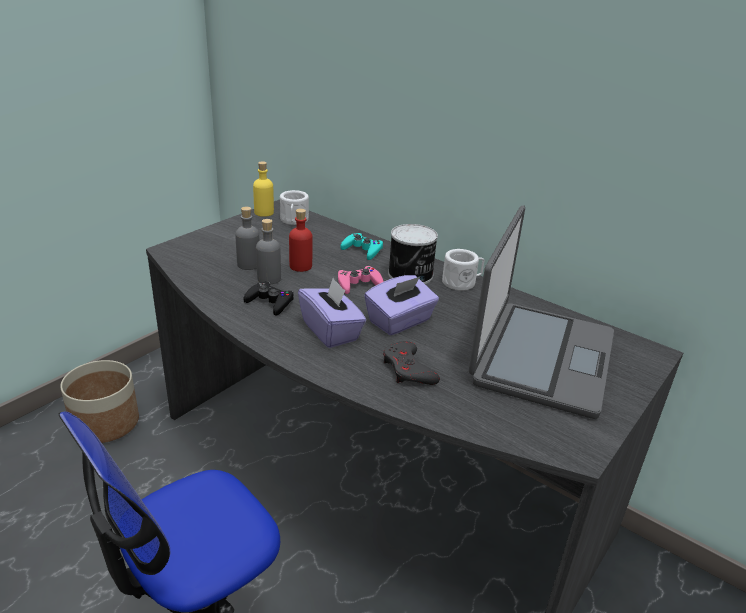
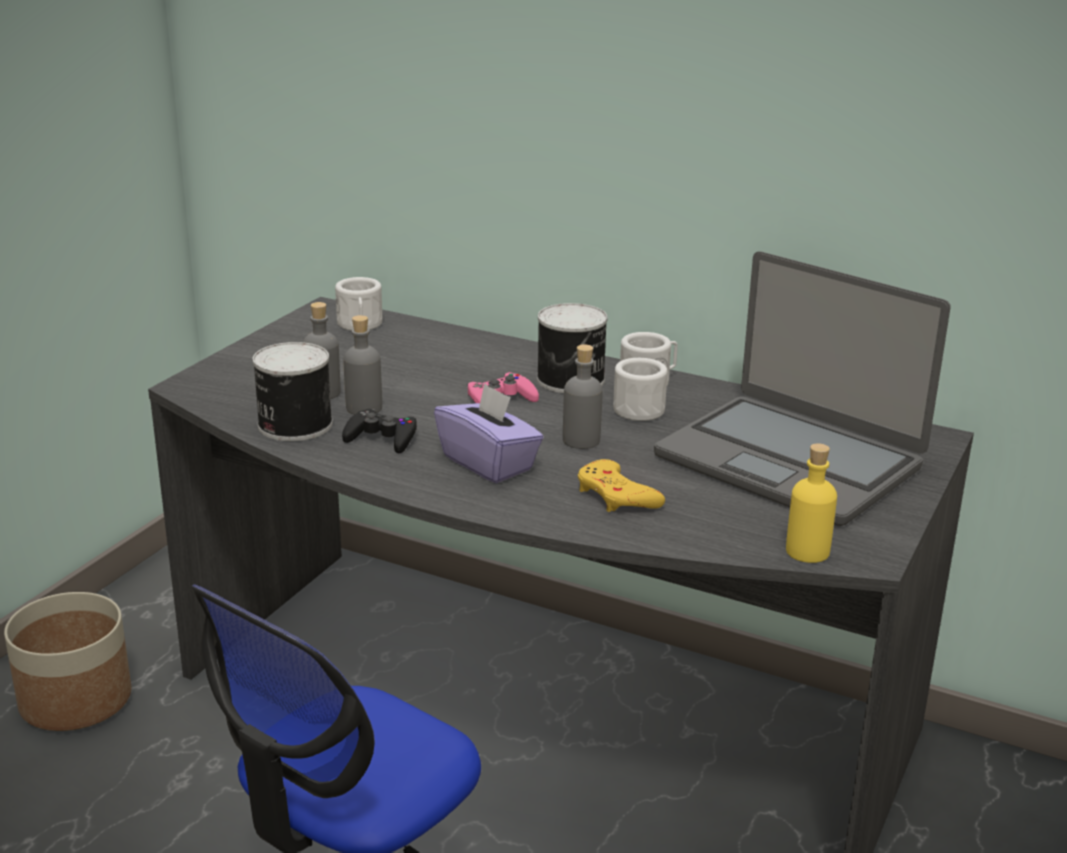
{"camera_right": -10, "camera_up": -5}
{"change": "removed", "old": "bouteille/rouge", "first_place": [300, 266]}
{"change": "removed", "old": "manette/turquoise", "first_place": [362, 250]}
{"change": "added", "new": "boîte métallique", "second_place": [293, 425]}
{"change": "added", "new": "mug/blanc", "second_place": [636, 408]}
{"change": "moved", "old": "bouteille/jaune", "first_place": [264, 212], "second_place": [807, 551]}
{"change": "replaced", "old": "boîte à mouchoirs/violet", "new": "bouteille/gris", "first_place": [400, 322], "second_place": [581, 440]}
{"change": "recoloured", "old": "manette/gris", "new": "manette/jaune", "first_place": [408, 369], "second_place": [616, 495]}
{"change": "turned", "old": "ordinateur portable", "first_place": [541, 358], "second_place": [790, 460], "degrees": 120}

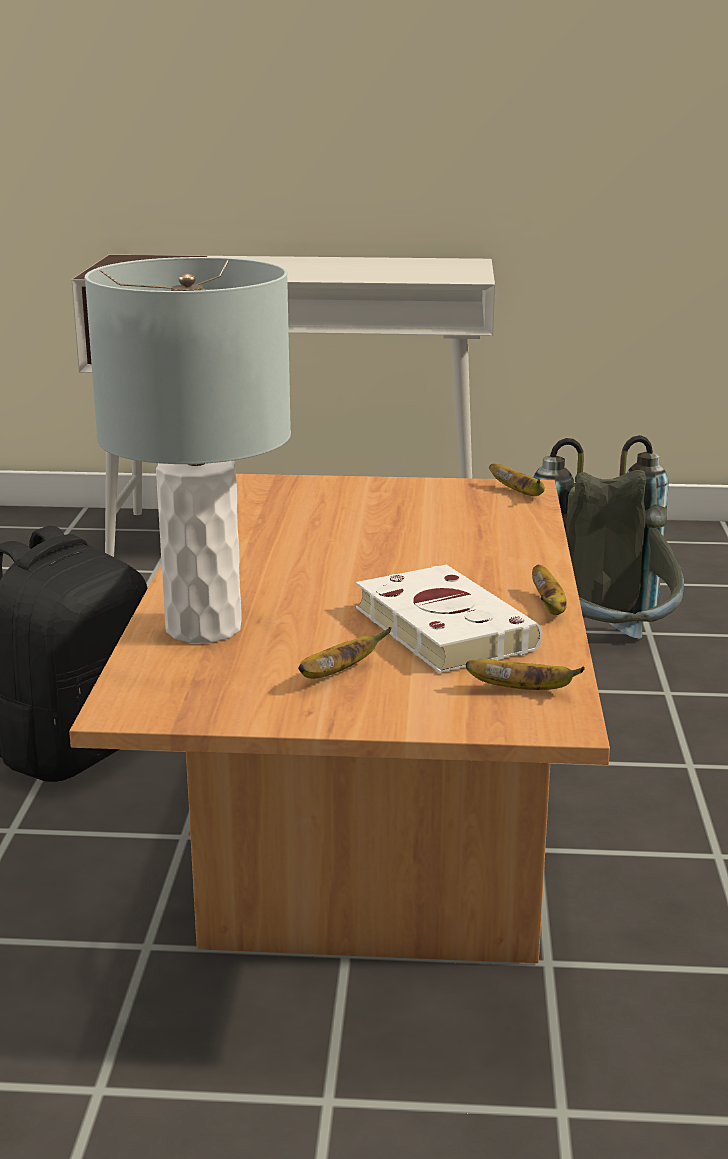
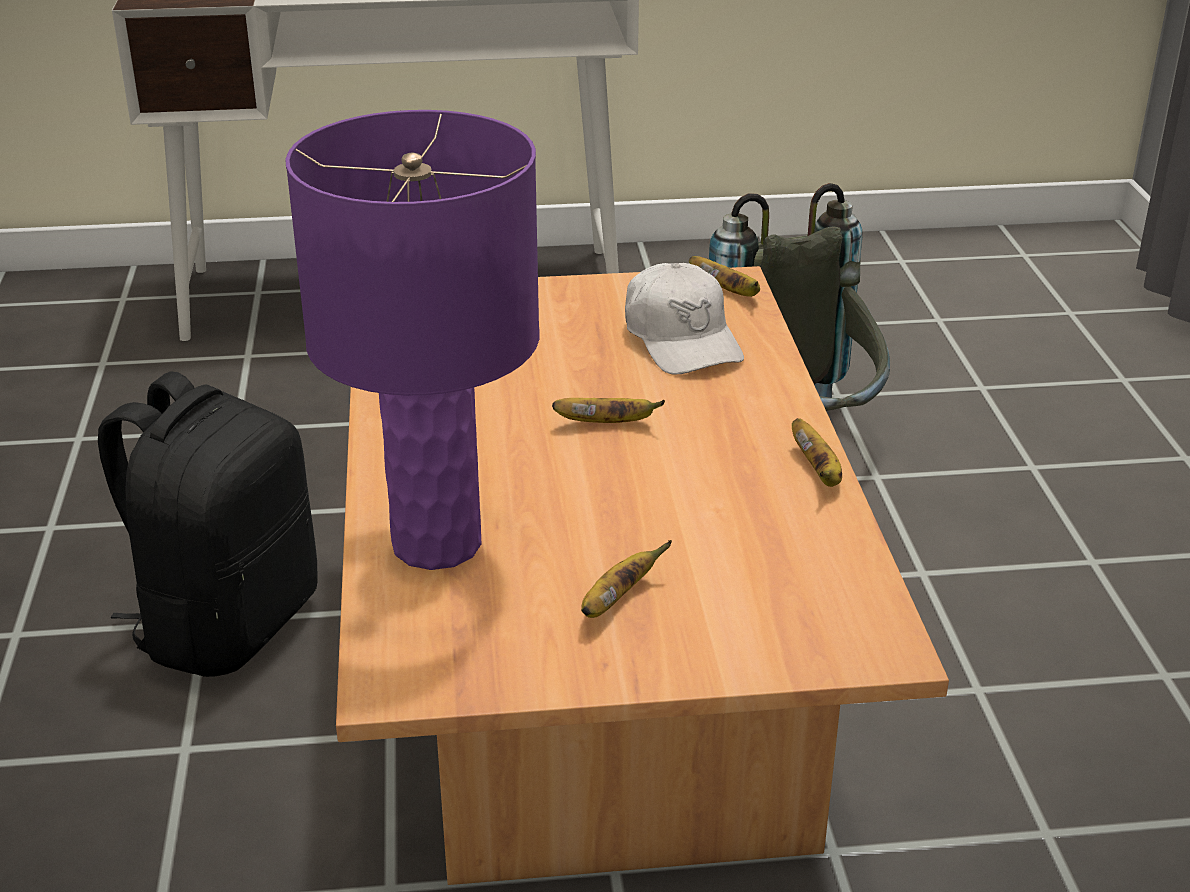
{"camera_right": -10, "camera_up": 10}
{"change": "removed", "old": "livre/blanc", "first_place": [440, 627]}
{"change": "added", "new": "casquette/blanc", "second_place": [682, 339]}
{"change": "moved", "old": "banane", "first_place": [523, 690], "second_place": [607, 424]}
{"change": "recoloured", "old": "lampe de table/gris", "new": "lampe de table/violet", "first_place": [203, 628], "second_place": [436, 545]}

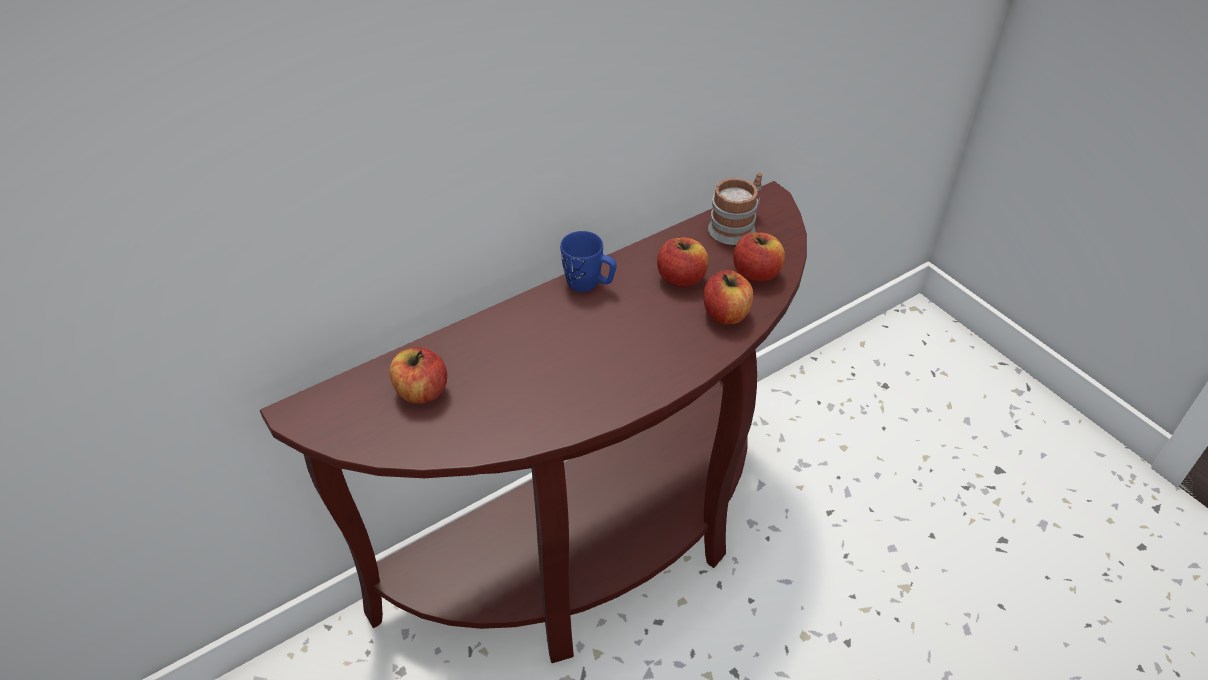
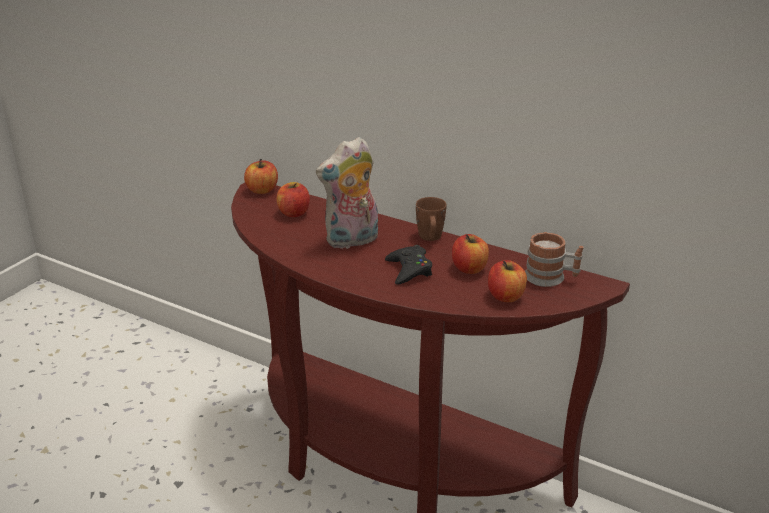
{"camera_right": 65, "camera_up": -15}
{"change": "added", "new": "peluche", "second_place": [352, 241]}
{"change": "added", "new": "manette/noir", "second_place": [409, 270]}
{"change": "moved", "old": "pomme", "first_place": [726, 314], "second_place": [262, 190]}
{"change": "recoloured", "old": "mug/bleu", "new": "mug/marron", "first_place": [589, 284], "second_place": [430, 238]}

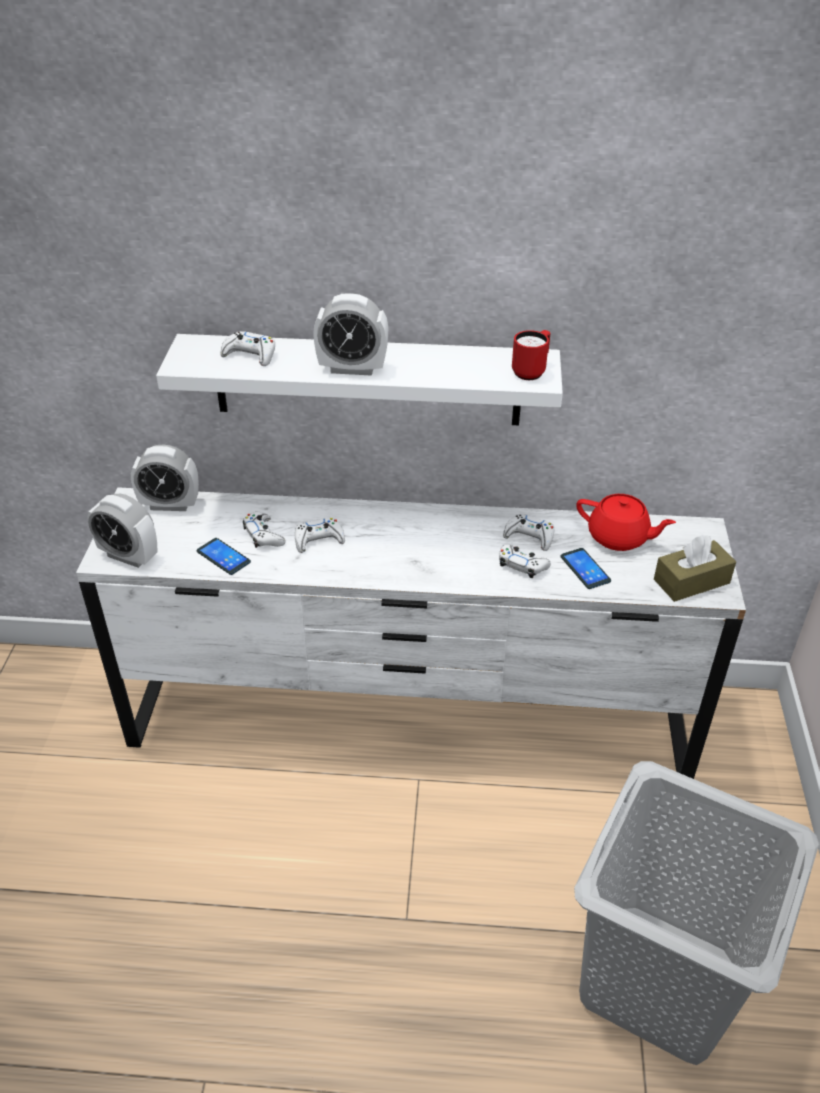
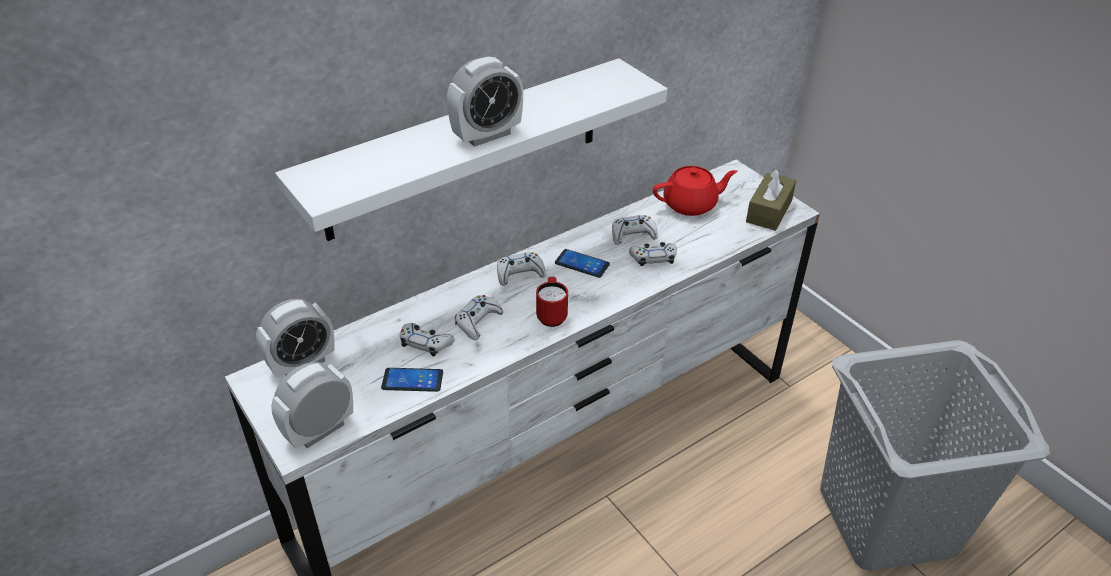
{"camera_right": -40, "camera_up": 0}
{"change": "moved", "old": "manette/blanc", "first_place": [250, 355], "second_place": [520, 273]}
{"change": "moved", "old": "mug/rouge", "first_place": [531, 371], "second_place": [551, 315]}
{"change": "moved", "old": "téléphone", "first_place": [585, 569], "second_place": [582, 264]}
{"change": "turned", "old": "réveil", "first_place": [129, 556], "second_place": [320, 430], "degrees": 150}

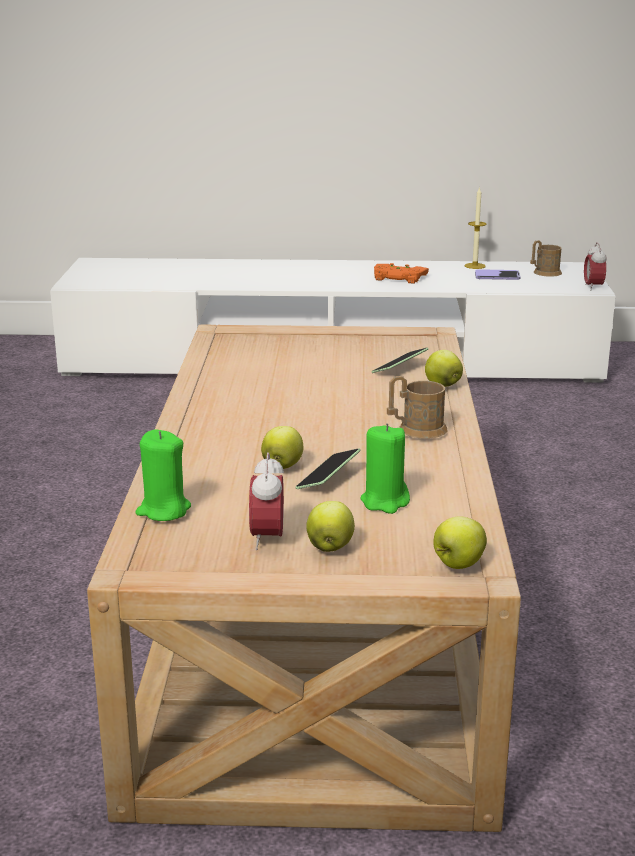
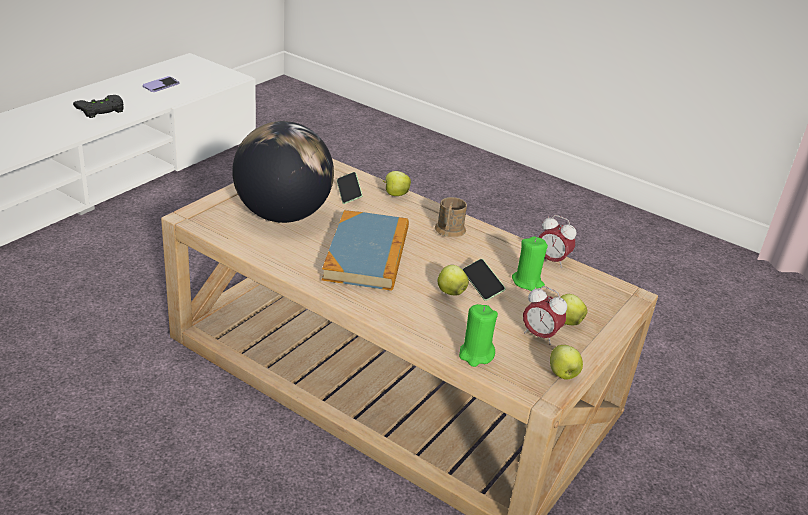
{"camera_right": -60, "camera_up": 10}
{"change": "removed", "old": "bougie", "first_place": [475, 266]}
{"change": "removed", "old": "mug/marron", "first_place": [544, 273]}
{"change": "added", "new": "globe", "second_place": [282, 215]}
{"change": "added", "new": "livre", "second_place": [367, 254]}
{"change": "moved", "old": "pomme", "first_place": [457, 565], "second_place": [563, 375]}
{"change": "moved", "old": "réveil", "first_place": [593, 287], "second_place": [552, 260]}
{"change": "recoloured", "old": "manette/orange", "new": "manette/noir", "first_place": [398, 278], "second_place": [101, 110]}

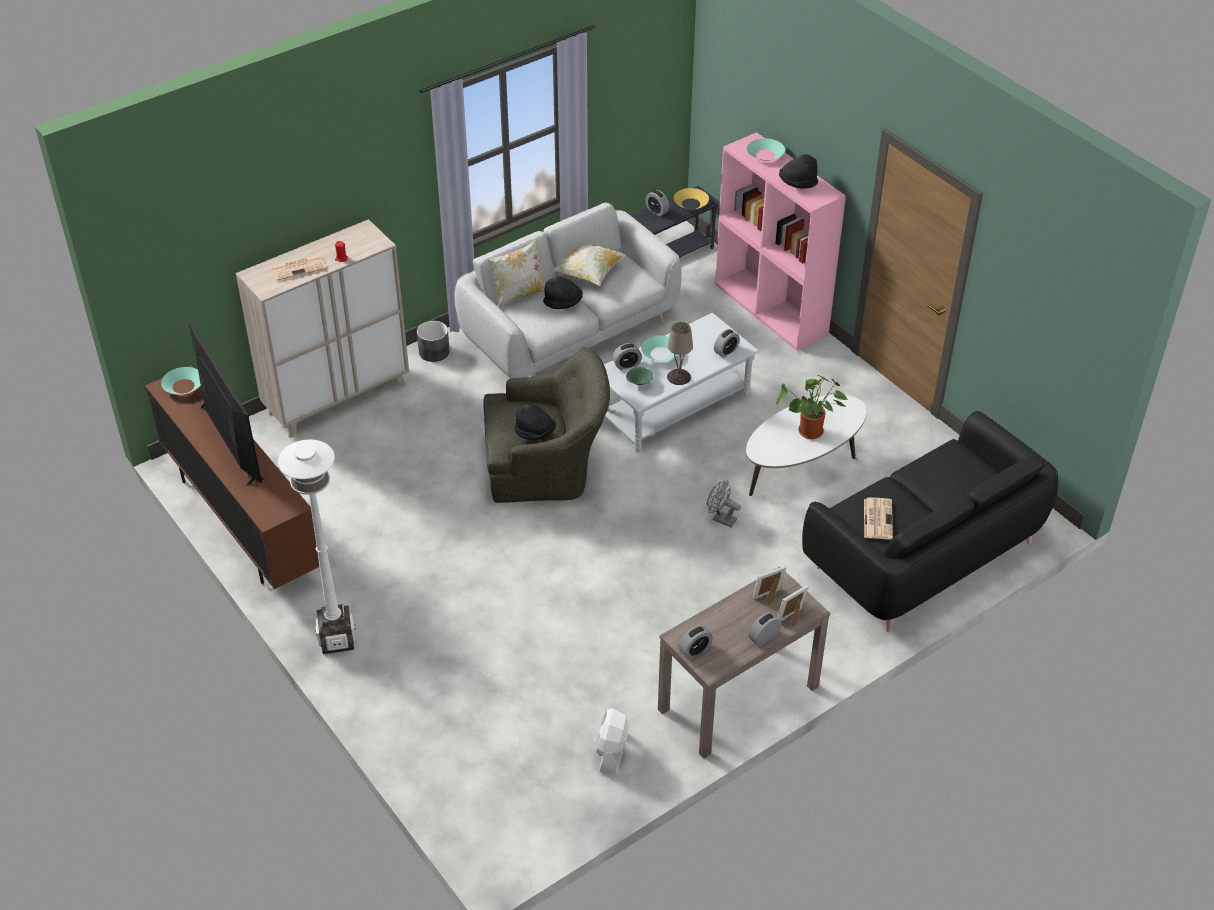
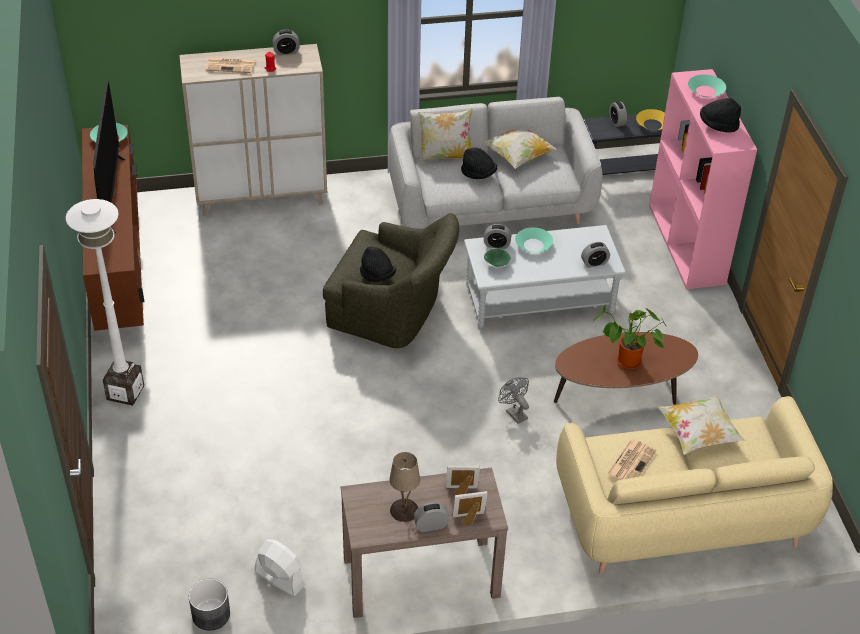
{"camera_right": 25, "camera_up": 0}
{"change": "added", "new": "coussin", "second_place": [698, 435]}
{"change": "moved", "old": "cache-pot/gris", "first_place": [433, 352], "second_place": [210, 614]}
{"change": "moved", "old": "lampe de table/beige", "first_place": [679, 377], "second_place": [404, 510]}
{"change": "moved", "old": "réveil", "first_place": [695, 650], "second_place": [286, 52]}
{"change": "recoloured", "old": "table basse/blanc", "new": "table basse/marron", "first_place": [802, 467], "second_place": [620, 394]}
{"change": "recoloured", "old": "canapé/noir", "new": "canapé/beige", "first_place": [923, 554], "second_place": [683, 516]}
{"change": "turned", "old": "ventilateur/blanc", "first_place": [612, 752], "second_place": [279, 578], "degrees": 90}

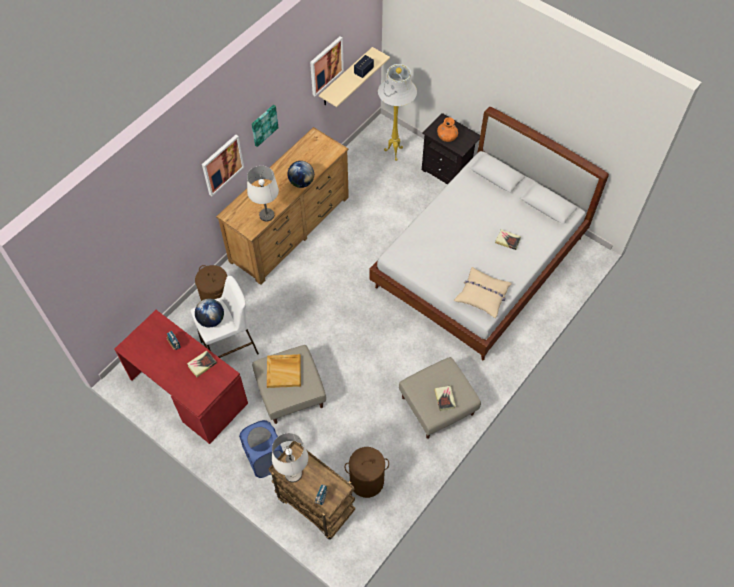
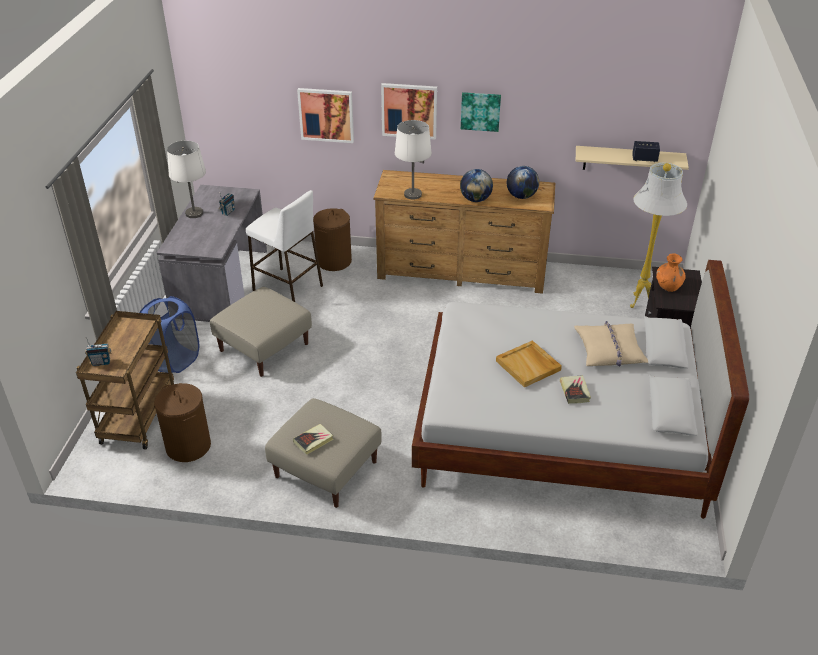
{"camera_right": 60, "camera_up": -20}
{"change": "removed", "old": "livre", "first_place": [202, 364]}
{"change": "moved", "old": "globe", "first_place": [211, 320], "second_place": [521, 196]}
{"change": "moved", "old": "plateau/beige", "first_place": [284, 371], "second_place": [528, 365]}
{"change": "moved", "old": "lampe de table/blanc", "first_place": [293, 474], "second_place": [194, 213]}
{"change": "moved", "old": "tableau", "first_place": [326, 65], "second_place": [326, 115]}
{"change": "moved", "old": "coussin/beige", "first_place": [482, 295], "second_place": [609, 351]}
{"change": "recoloured", "old": "bureau/rouge", "new": "bureau/gris", "first_place": [187, 391], "second_place": [220, 282]}

